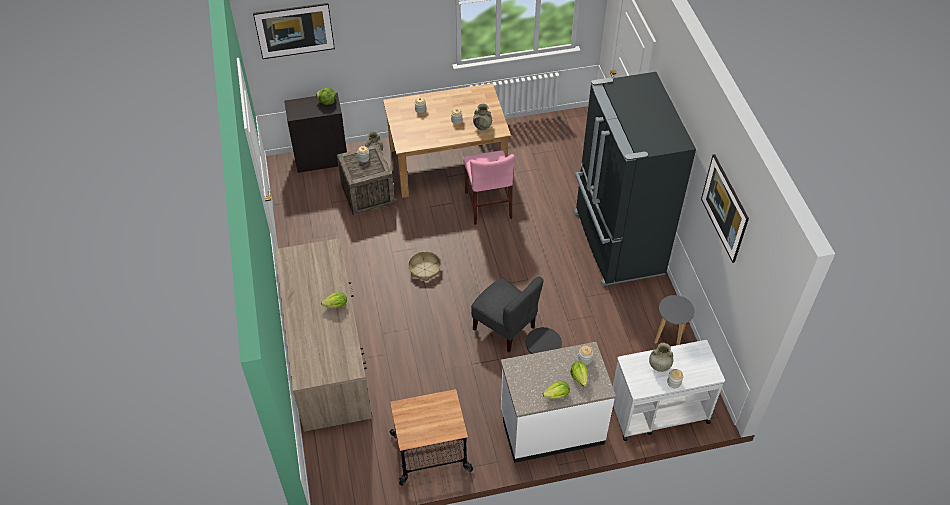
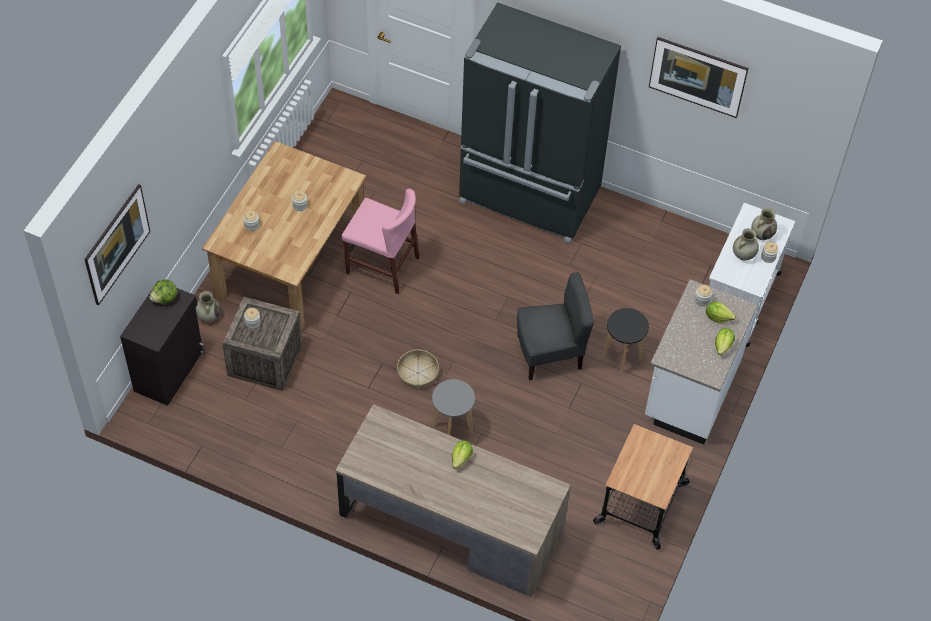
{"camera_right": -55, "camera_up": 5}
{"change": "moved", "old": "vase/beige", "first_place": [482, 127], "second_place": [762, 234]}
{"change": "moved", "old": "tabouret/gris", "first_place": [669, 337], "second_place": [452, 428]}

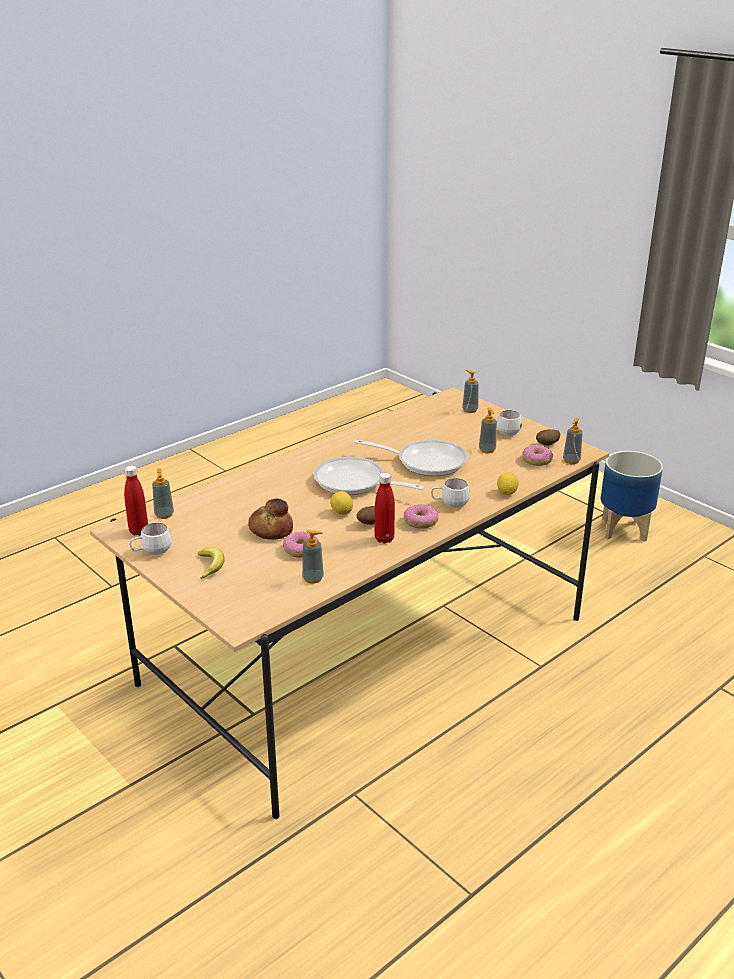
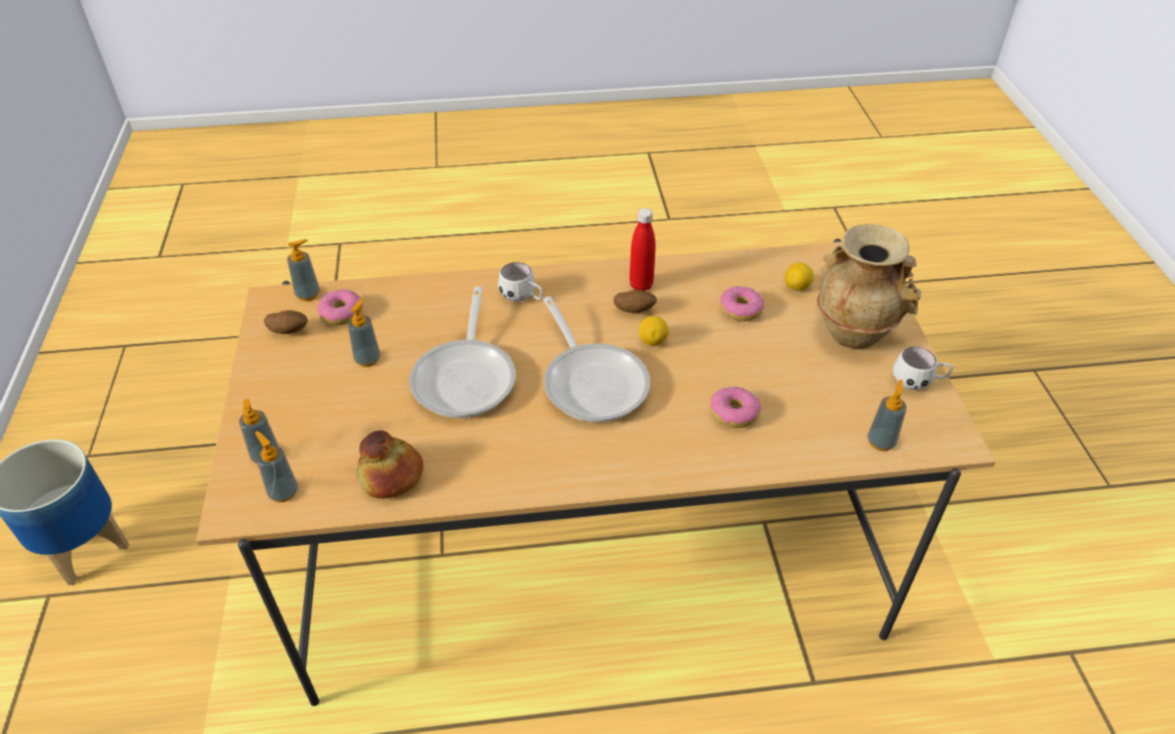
{"camera_right": -145, "camera_up": 15}
{"change": "removed", "old": "bouteille/rouge", "first_place": [139, 531]}
{"change": "removed", "old": "mug/blanc", "first_place": [508, 431]}
{"change": "moved", "old": "pain", "first_place": [271, 530], "second_place": [390, 476]}
{"change": "moved", "old": "distributeur de savon", "first_place": [313, 578], "second_place": [283, 492]}
{"change": "moved", "old": "beignet", "first_place": [420, 522], "second_place": [734, 413]}
{"change": "moved", "old": "citron", "first_place": [507, 493], "second_place": [797, 287]}
{"change": "replaced", "old": "banane", "new": "vase/beige", "first_place": [211, 565], "second_place": [853, 332]}
{"change": "turned", "old": "poêle", "first_place": [425, 461], "second_place": [466, 377], "degrees": -135}

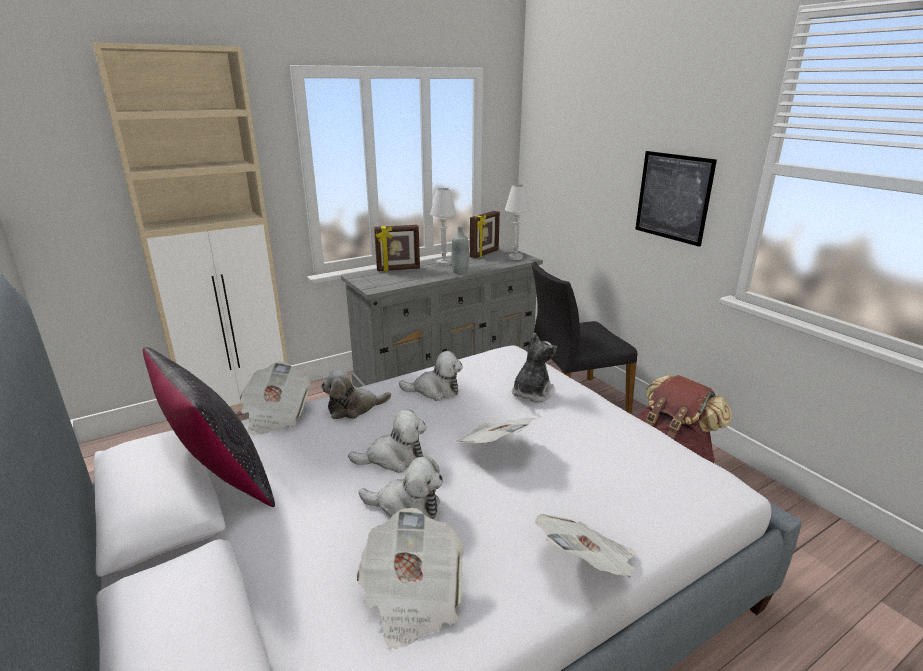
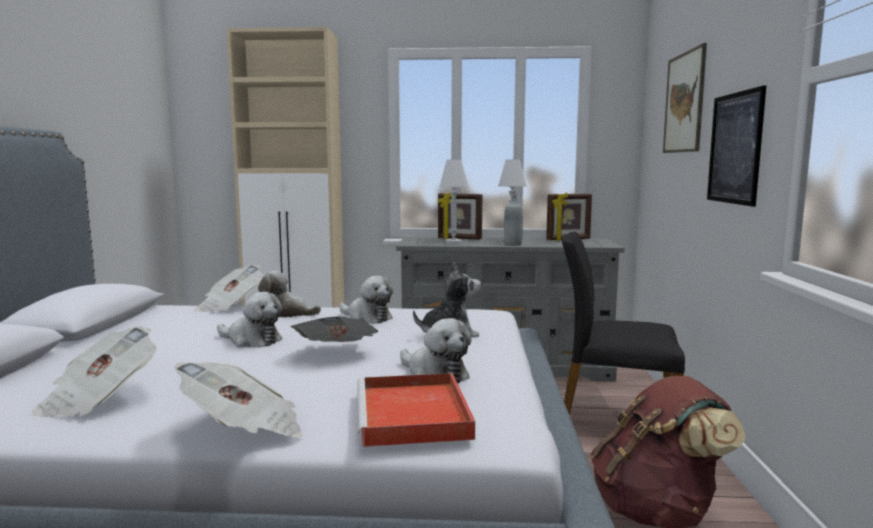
{"camera_right": 35, "camera_up": -15}
{"change": "removed", "old": "coussin/noir", "first_place": [220, 479]}
{"change": "added", "new": "plateau/rouge", "second_place": [414, 415]}
{"change": "added", "new": "tableau", "second_place": [684, 103]}
{"change": "moved", "old": "peluche", "first_place": [406, 507], "second_place": [434, 375]}
{"change": "moved", "old": "lampe de table/blanc", "first_place": [515, 257], "second_place": [453, 243]}

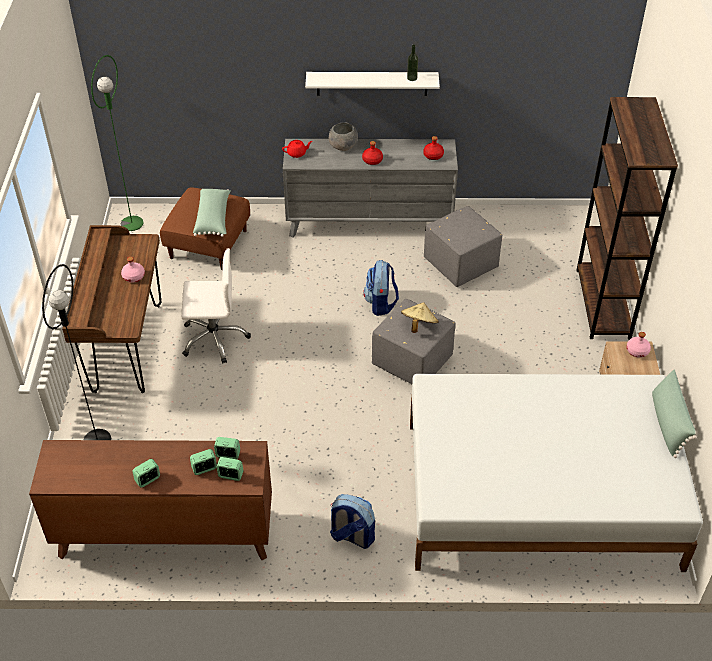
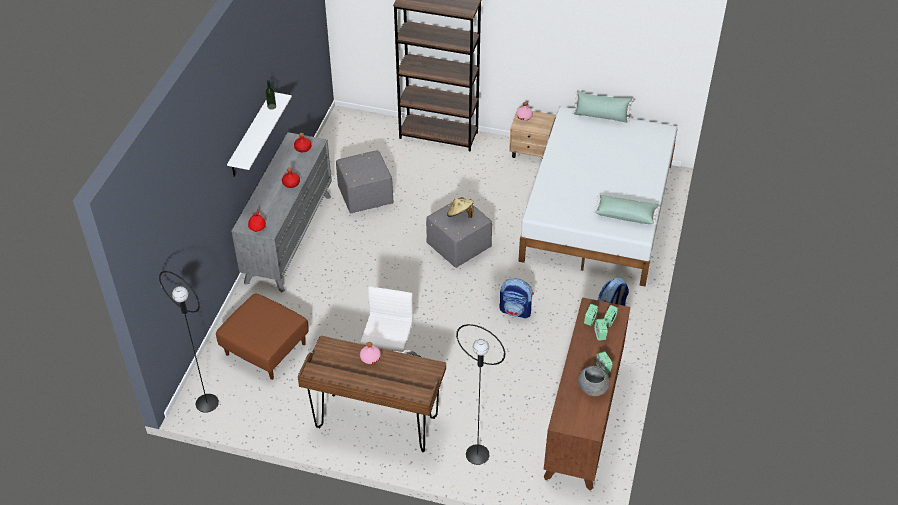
{"camera_right": -75, "camera_up": 0}
{"change": "moved", "old": "coussin/vert", "first_place": [213, 219], "second_place": [625, 214]}
{"change": "moved", "old": "bol/gris", "first_place": [343, 146], "second_place": [593, 388]}
{"change": "moved", "old": "sac à dos", "first_place": [381, 304], "second_place": [516, 311]}
{"change": "recoloured", "old": "lampadaire/vert", "new": "lampadaire/noir", "first_place": [132, 223], "second_place": [206, 403]}

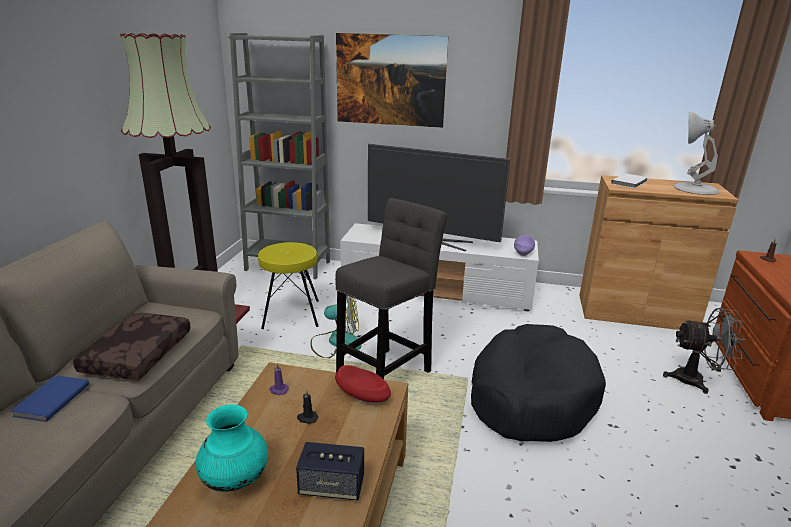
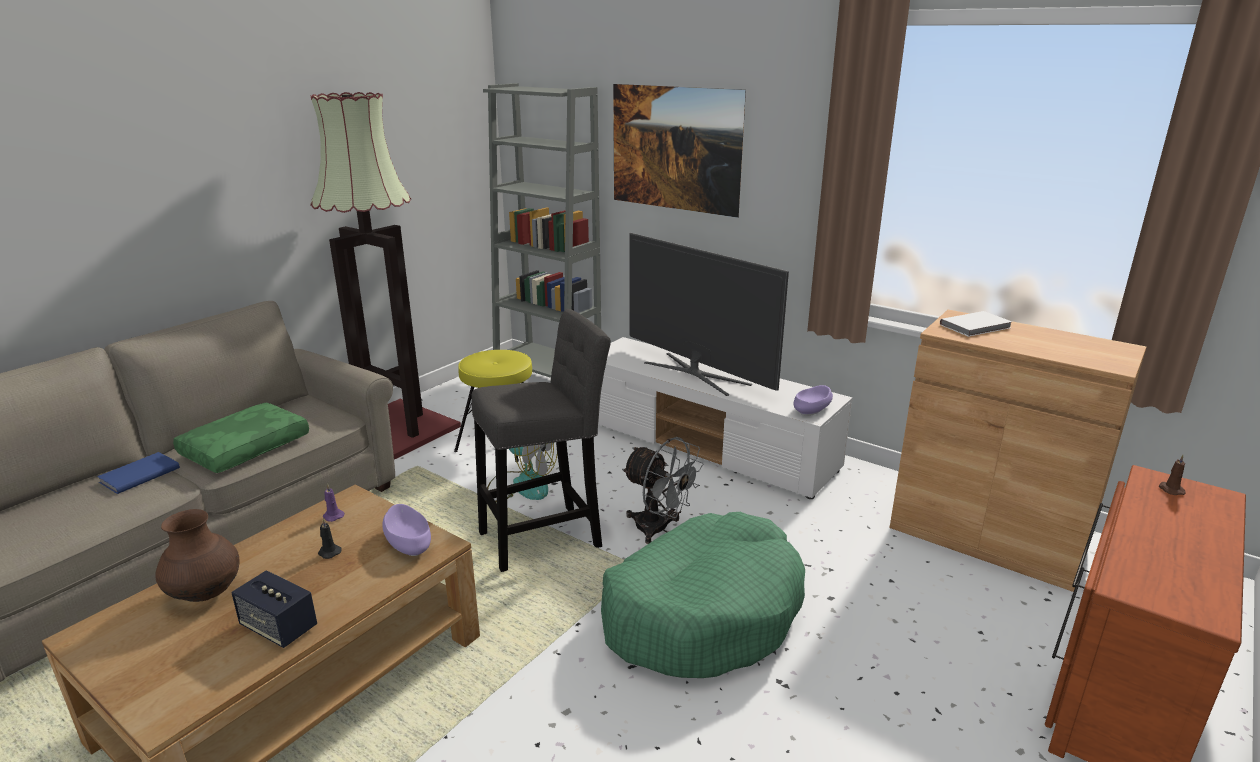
{"camera_right": 25, "camera_up": 0}
{"change": "removed", "old": "lampe de table/blanc", "first_place": [694, 188]}
{"change": "moved", "old": "ventilateur/gris", "first_place": [696, 380], "second_place": [659, 529]}
{"change": "recoloured", "old": "coussin/marron", "new": "coussin/vert", "first_place": [137, 354], "second_place": [245, 447]}
{"change": "recoloured", "old": "vase/turquoise", "new": "vase/marron", "first_place": [235, 481], "second_place": [206, 594]}
{"change": "recoloured", "old": "bol/rouge", "new": "bol/violet", "first_place": [362, 394], "second_place": [407, 542]}
{"change": "recoloured", "old": "panier pour chien/noir", "new": "panier pour chien/vert", "first_place": [531, 396], "second_place": [702, 612]}

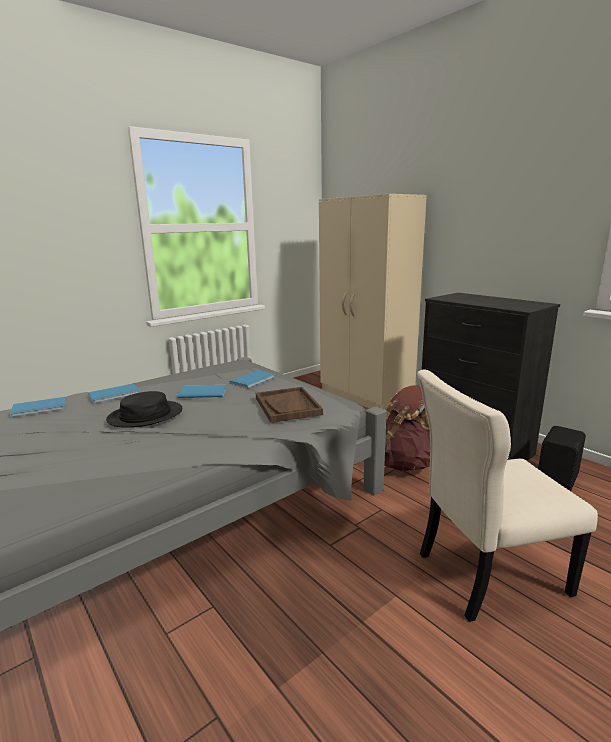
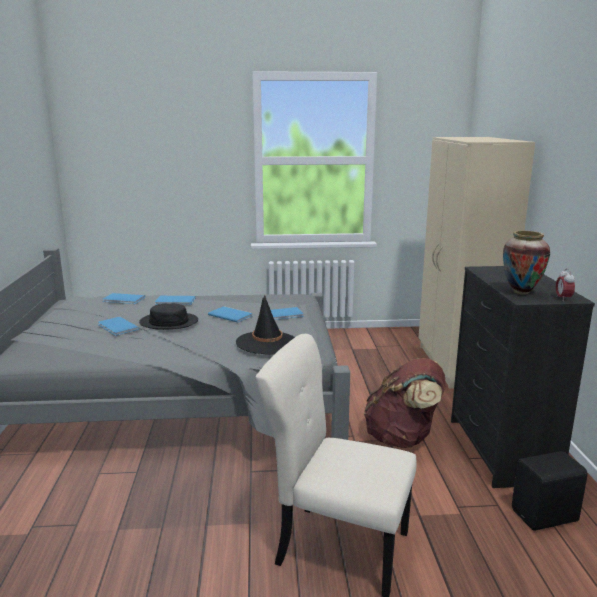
{"camera_right": 35, "camera_up": 0}
{"change": "added", "new": "livre/bleu", "second_place": [117, 327]}
{"change": "added", "new": "vase", "second_place": [520, 292]}
{"change": "added", "new": "réveil", "second_place": [563, 299]}
{"change": "replaced", "old": "plateau/marron", "new": "chapeau/noir", "first_place": [288, 406], "second_place": [267, 343]}

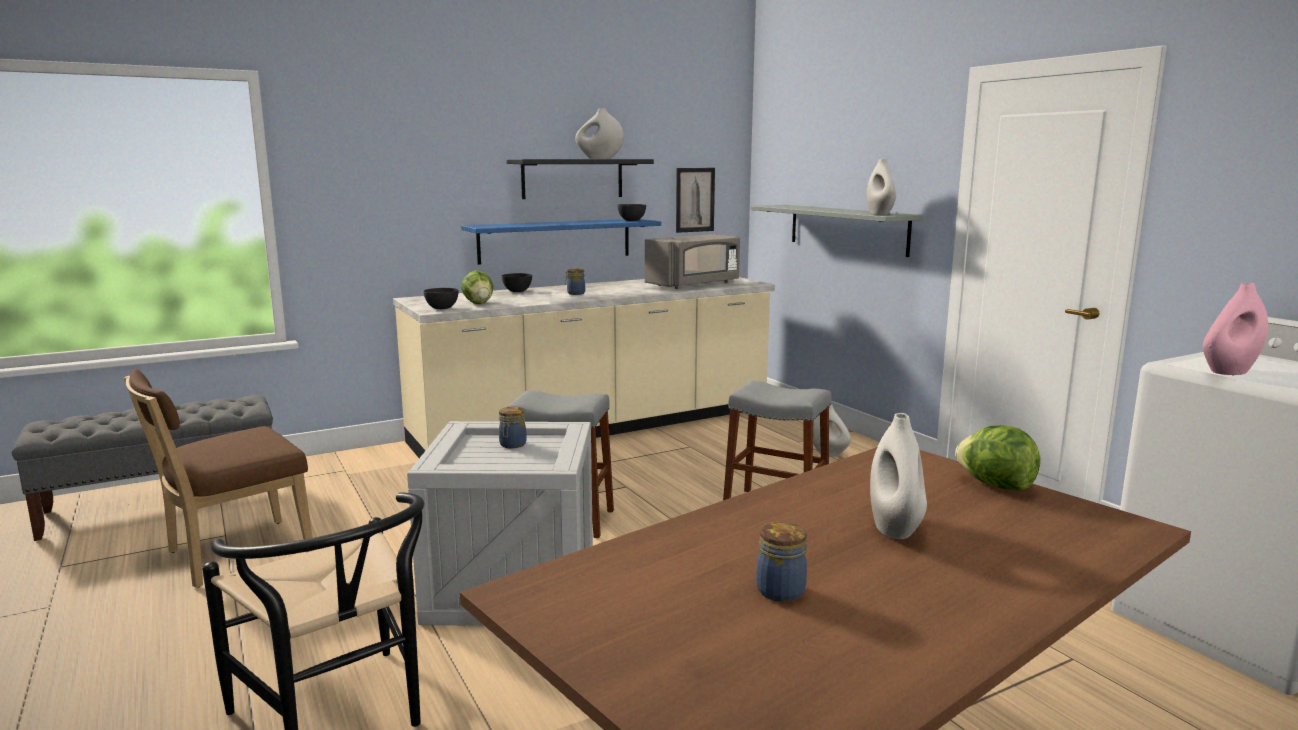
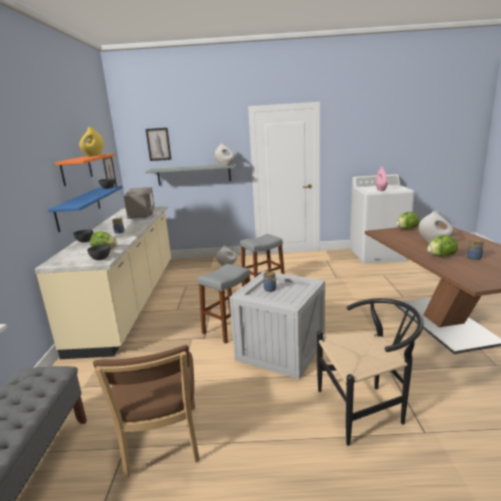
{"camera_right": -60, "camera_up": 5}
{"change": "added", "new": "tableau", "second_place": [158, 144]}
{"change": "added", "new": "laitue", "second_place": [441, 256]}
{"change": "recoloured", "old": "étagère/noir", "new": "étagère/orange", "first_place": [572, 178], "second_place": [76, 169]}
{"change": "recoloured", "old": "vase/blanc", "new": "vase/jaune", "first_place": [599, 158], "second_place": [94, 156]}

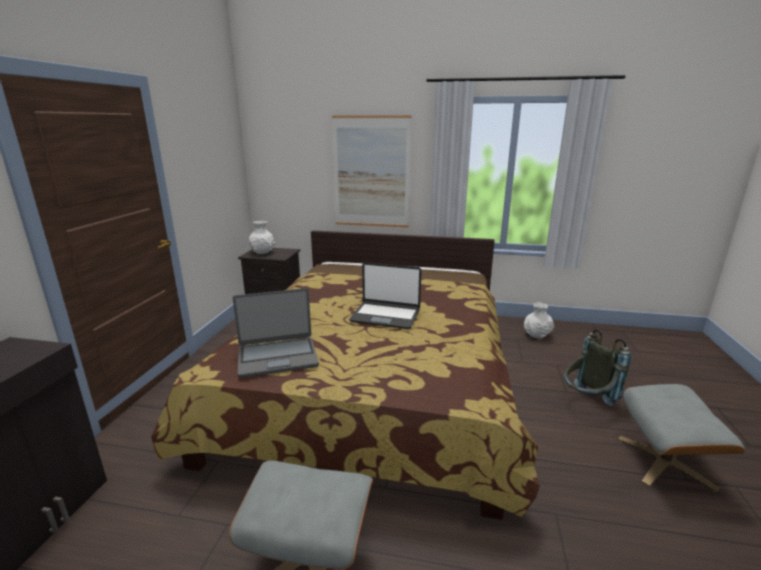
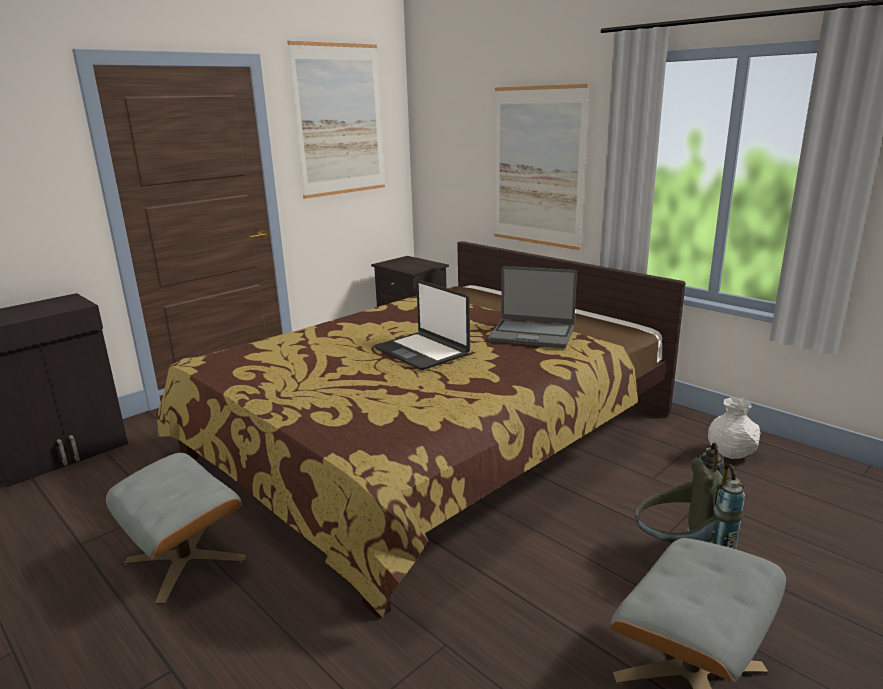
{"camera_right": 35, "camera_up": 0}
{"change": "removed", "old": "vase/blanc", "first_place": [263, 252]}
{"change": "added", "new": "tableau", "second_place": [339, 120]}
{"change": "moved", "old": "ordinateur portable", "first_place": [277, 357], "second_place": [532, 335]}

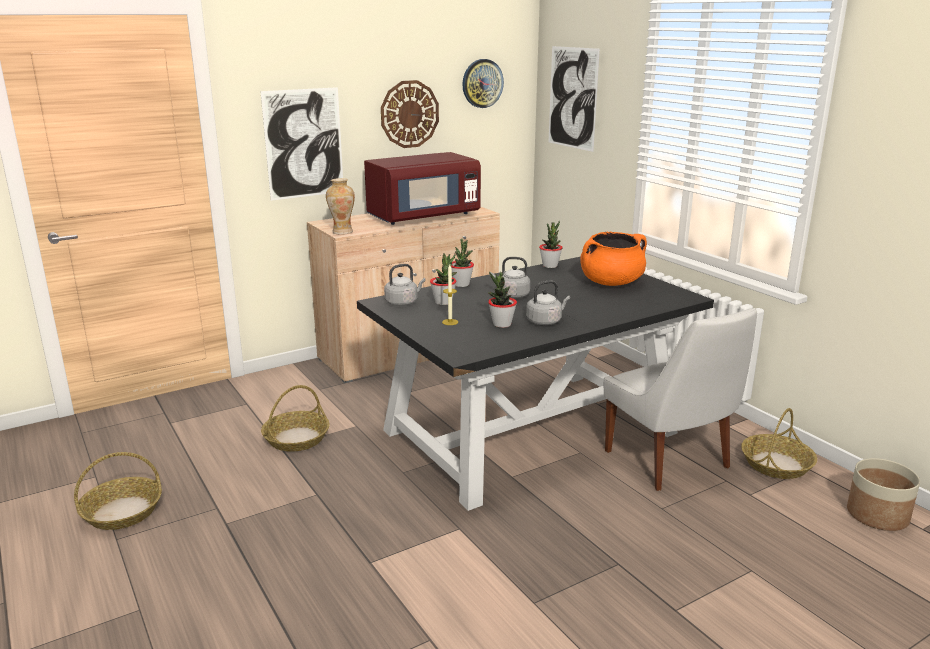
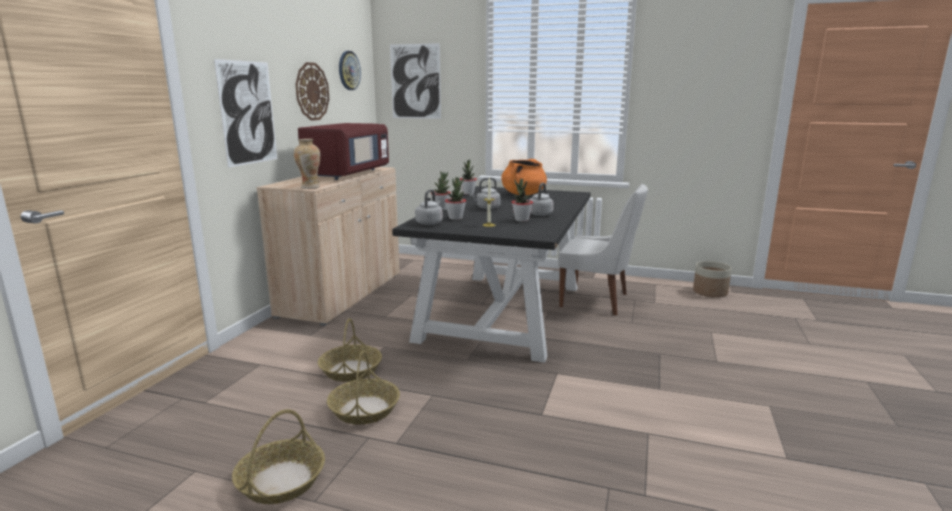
{"camera_right": -40, "camera_up": -5}
{"change": "moved", "old": "panier", "first_place": [776, 464], "second_place": [364, 409]}

